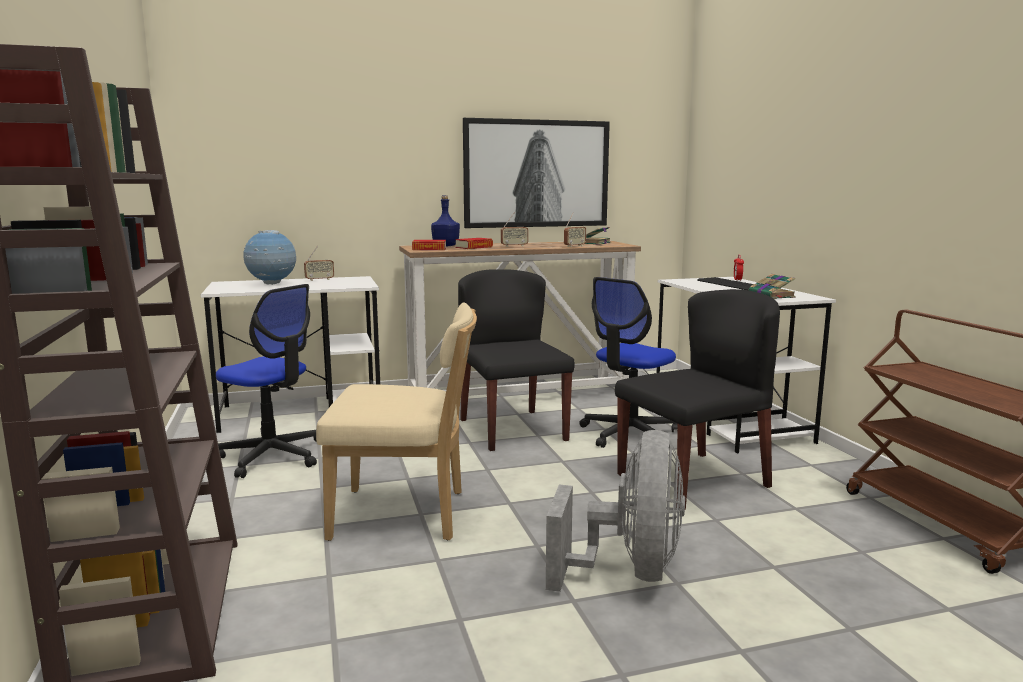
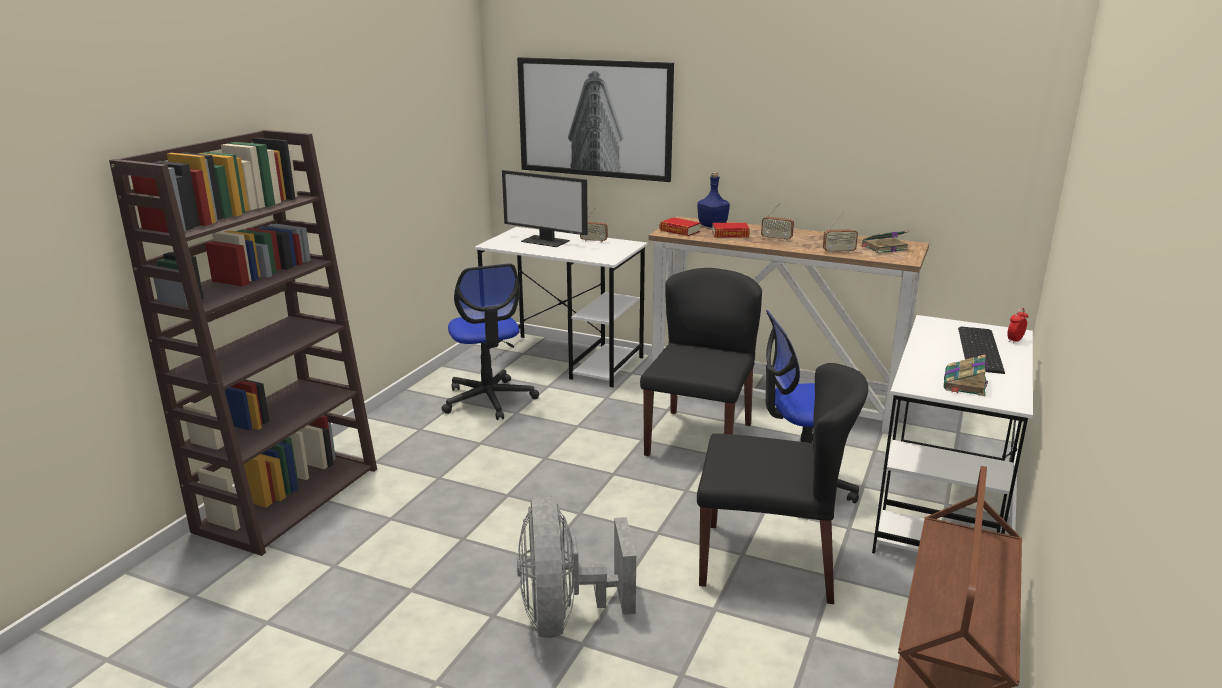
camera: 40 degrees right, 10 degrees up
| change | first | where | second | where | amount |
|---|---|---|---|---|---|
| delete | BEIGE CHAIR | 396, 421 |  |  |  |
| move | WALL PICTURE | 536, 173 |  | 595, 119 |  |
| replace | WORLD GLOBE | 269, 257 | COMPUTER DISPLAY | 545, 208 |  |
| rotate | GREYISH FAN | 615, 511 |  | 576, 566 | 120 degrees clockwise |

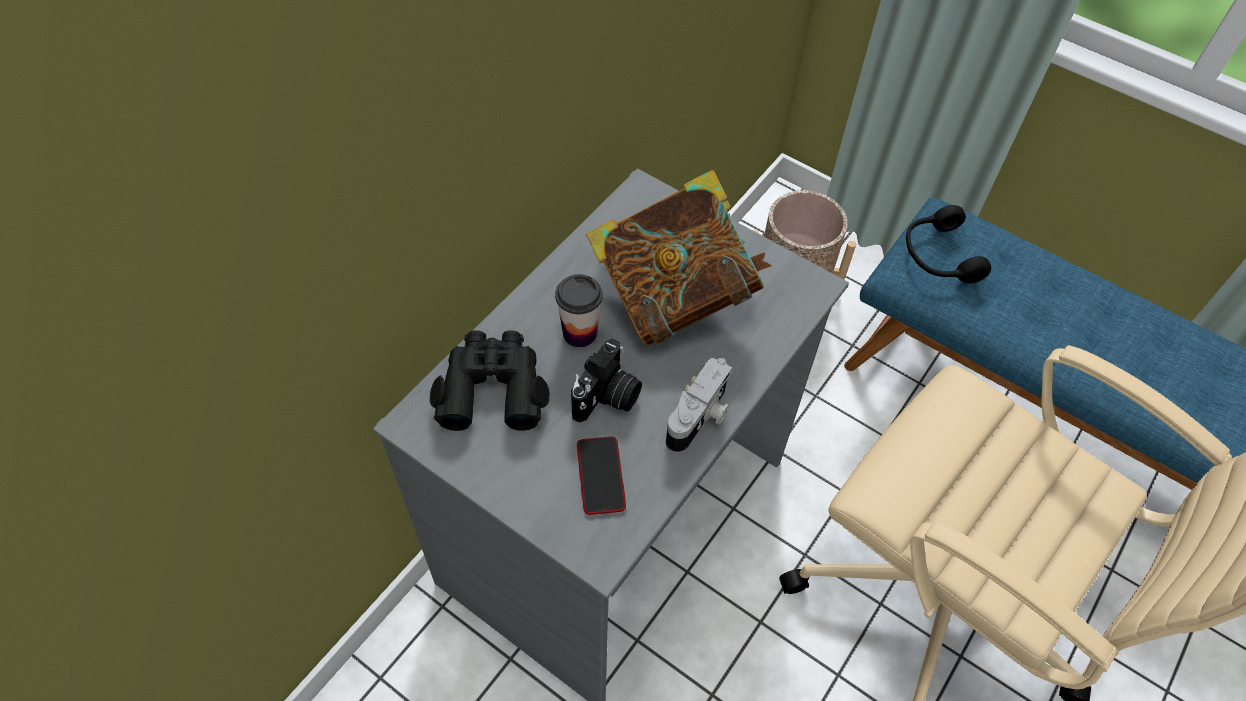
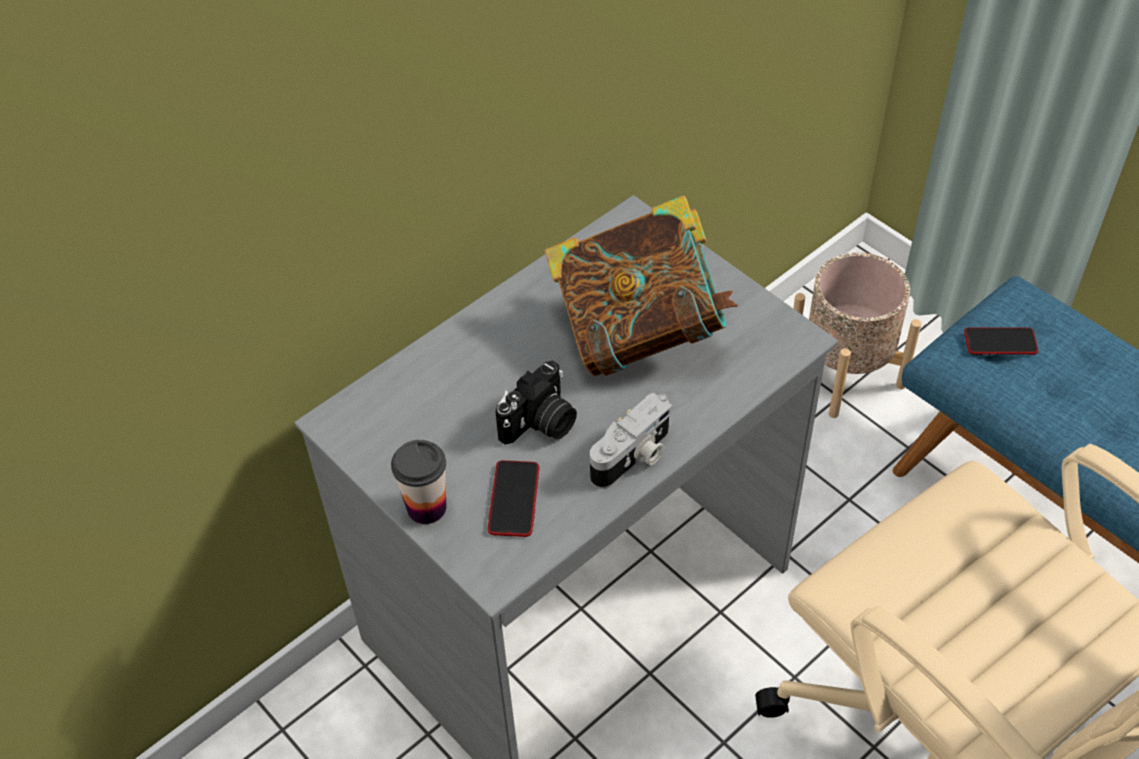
camera: 15 degrees right, 5 degrees down
| change | first | where | second | where | amount |
|---|---|---|---|---|---|
| delete | BLACKISH BINOCULARS | 490, 380 |  |  |  |
| move | DRINKING CUP | 579, 310 |  | 418, 482 |  |
| replace | BLACKISH PAIR OF HEADPHONES | 948, 244 | PHONE | 1001, 341 |  |

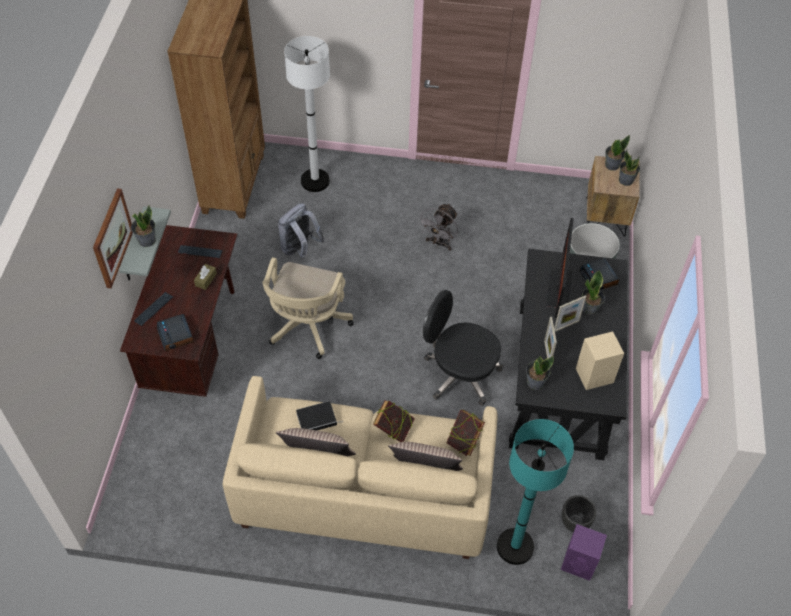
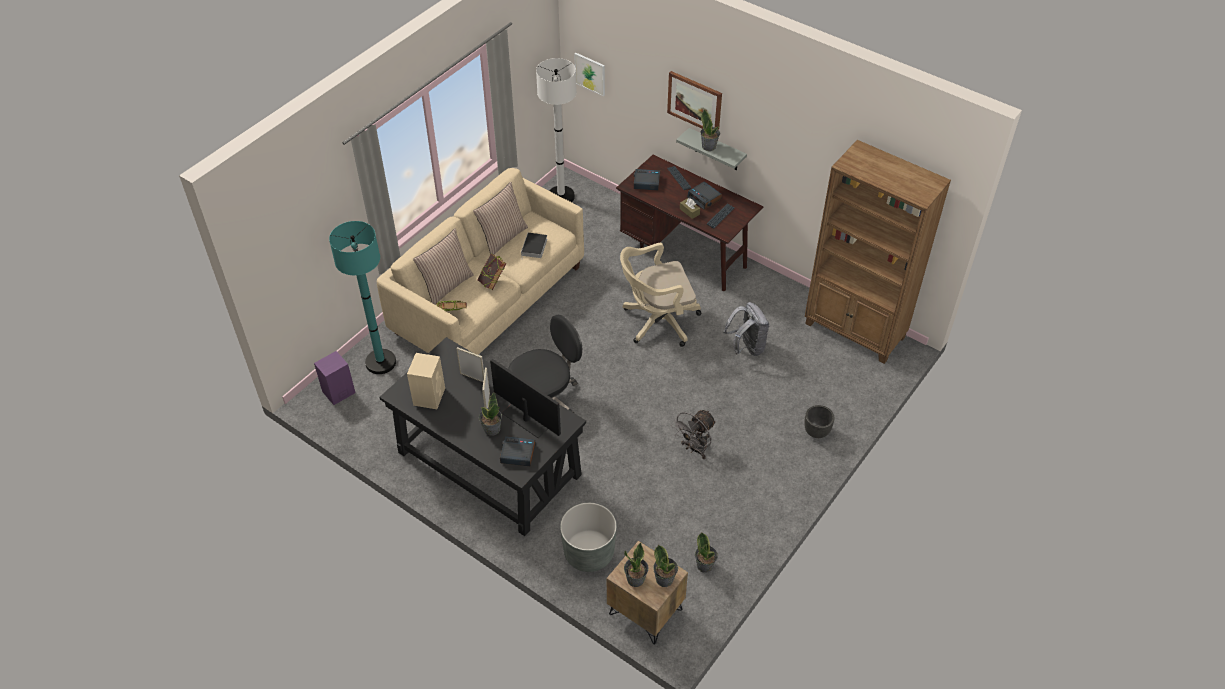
camera: 120 degrees right, 5 degrees down
| change | first | where | second | where | amount |
|---|---|---|---|---|---|
| insert |  |  | WALL PICTURE | 589, 74 |  |
| insert |  |  | BEDSIDE CLOCK | 704, 195 |  |
| move | WHITE FLOOR LAMP | 307, 114 |  | 556, 130 |  |
| move | POTTED PLANT | 540, 373 |  | 706, 552 |  |
| move | BLACKISH PLANT POT | 579, 513 |  | 819, 421 |  |
| rotate | BEIGE DESK CHAIR | 308, 308 |  | 660, 295 | 60 degrees counterclockwise |
| rotate | GREYISH FAN | 437, 227 |  | 693, 434 | 105 degrees counterclockwise |

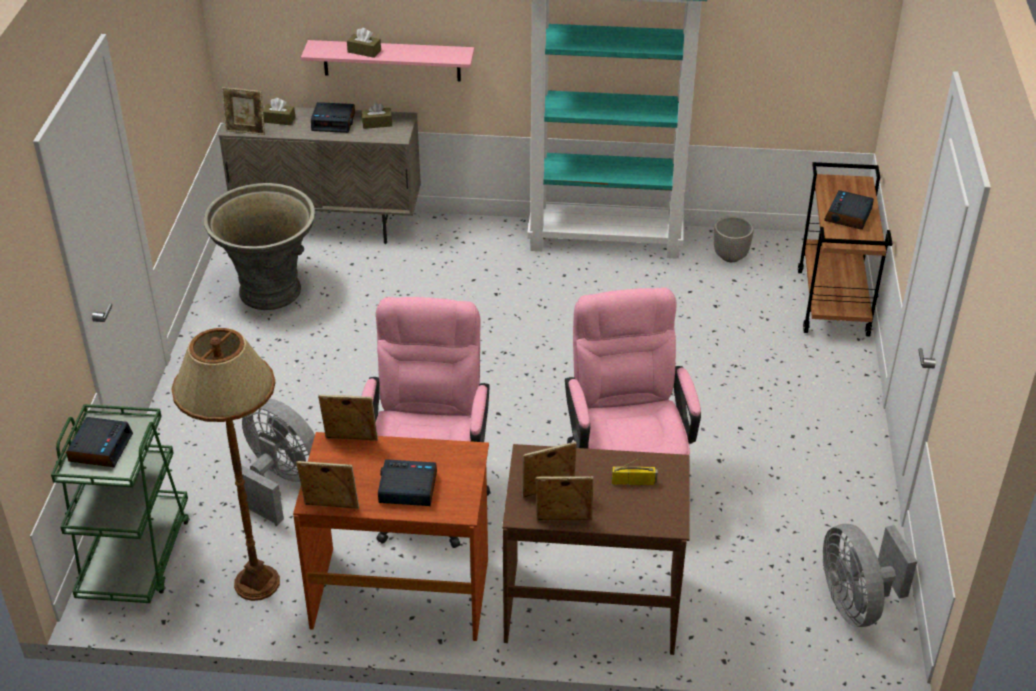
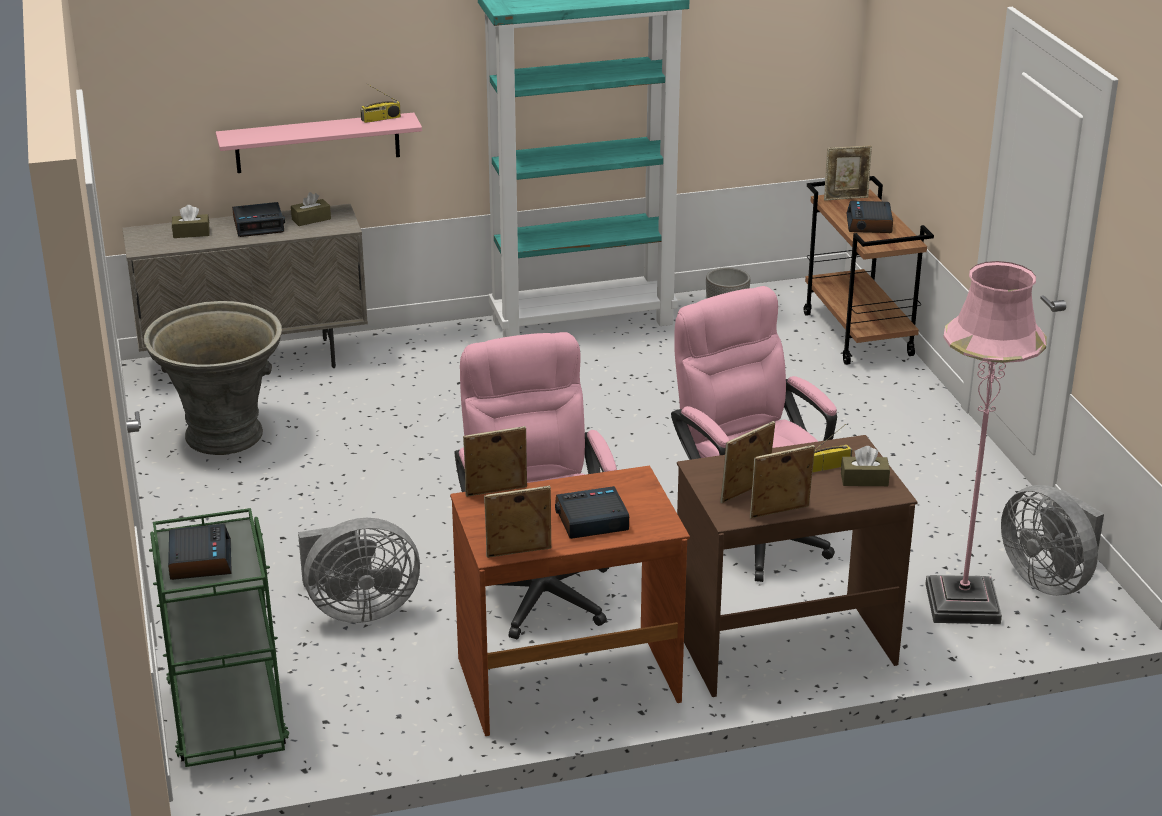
camera: 20 degrees left, 10 degrees down
| change | first | where | second | where | amount |
|---|---|---|---|---|---|
| delete | BROWNISH FLOOR LAMP | 225, 464 |  |  |  |
| insert |  |  | RADIO | 380, 103 |  |
| insert |  |  | PINK FLOOR LAMP | 986, 442 |  |
| move | STANDING FRAME | 243, 111 |  | 848, 173 |  |
| move | BROWNISH TISSUE BOX | 364, 43 |  | 865, 466 |  |
| rotate | GREYISH FAN | 278, 462 |  | 359, 570 | 150 degrees clockwise |

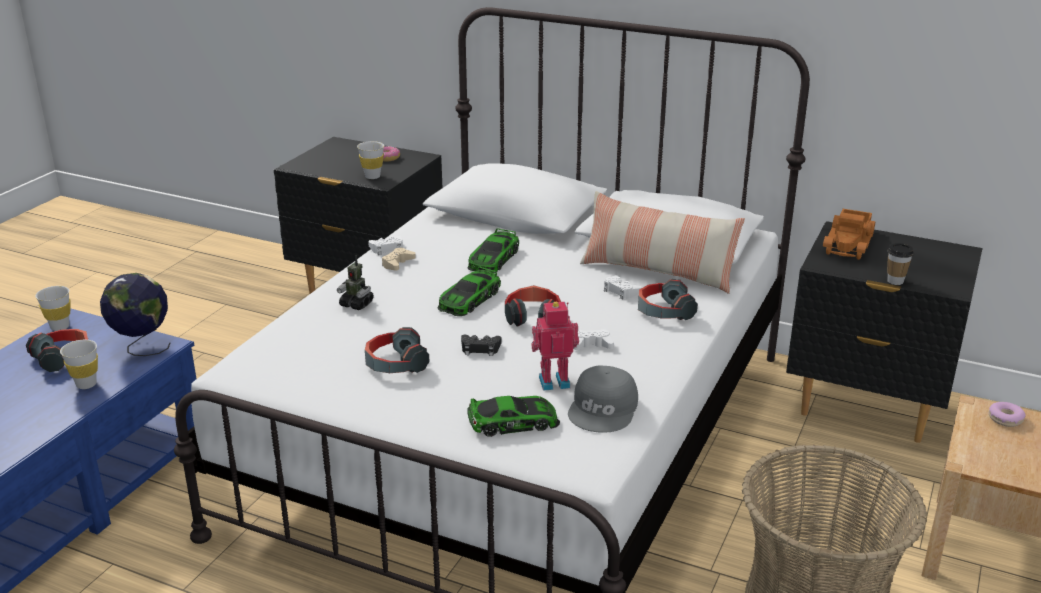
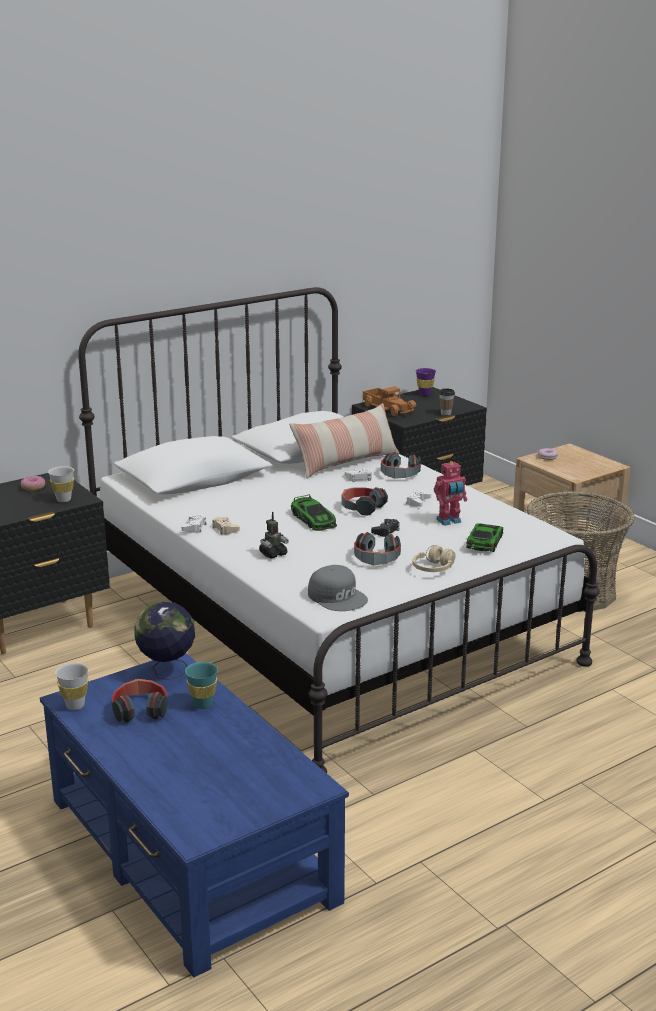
camera: 60 degrees left, 5 degrees down
| change | first | where | second | where | amount |
|---|---|---|---|---|---|
| delete | MINIATURE CAR | 493, 251 |  |  |  |
| insert |  |  | BEIGE PAIR OF HEADPHONES | 434, 558 |  |
| insert |  |  | PURPLISH DRINKING CUP | 426, 382 |  |
| move | GREYISH CAP | 603, 399 |  | 338, 588 |  |
| recolor | WHITE DRINKING CUP | 79, 364 | TURQUOISE-COLOURED DRINKING CUP | 201, 685 |  |
| rotate | TOY ROBOT | 555, 346 |  | 450, 493 | 135 degrees counterclockwise |

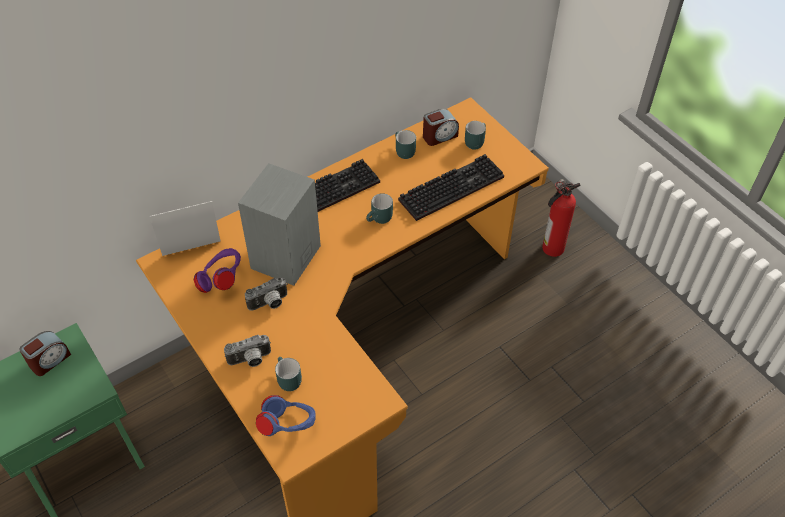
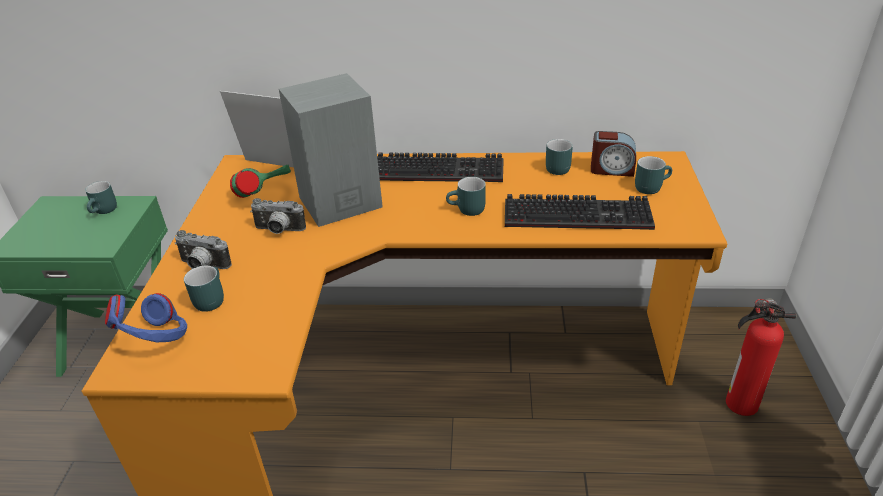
camera: 40 degrees right, 15 degrees down
| change | first | where | second | where | amount |
|---|---|---|---|---|---|
| replace | BEDSIDE CLOCK | 45, 353 | TURQUOISE-COLOURED TEA MUG | 101, 197 |  |
| recolor | PURPLISH PAIR OF HEADPHONES | 217, 270 | GREENISH PAIR OF HEADPHONES | 260, 181 |  |

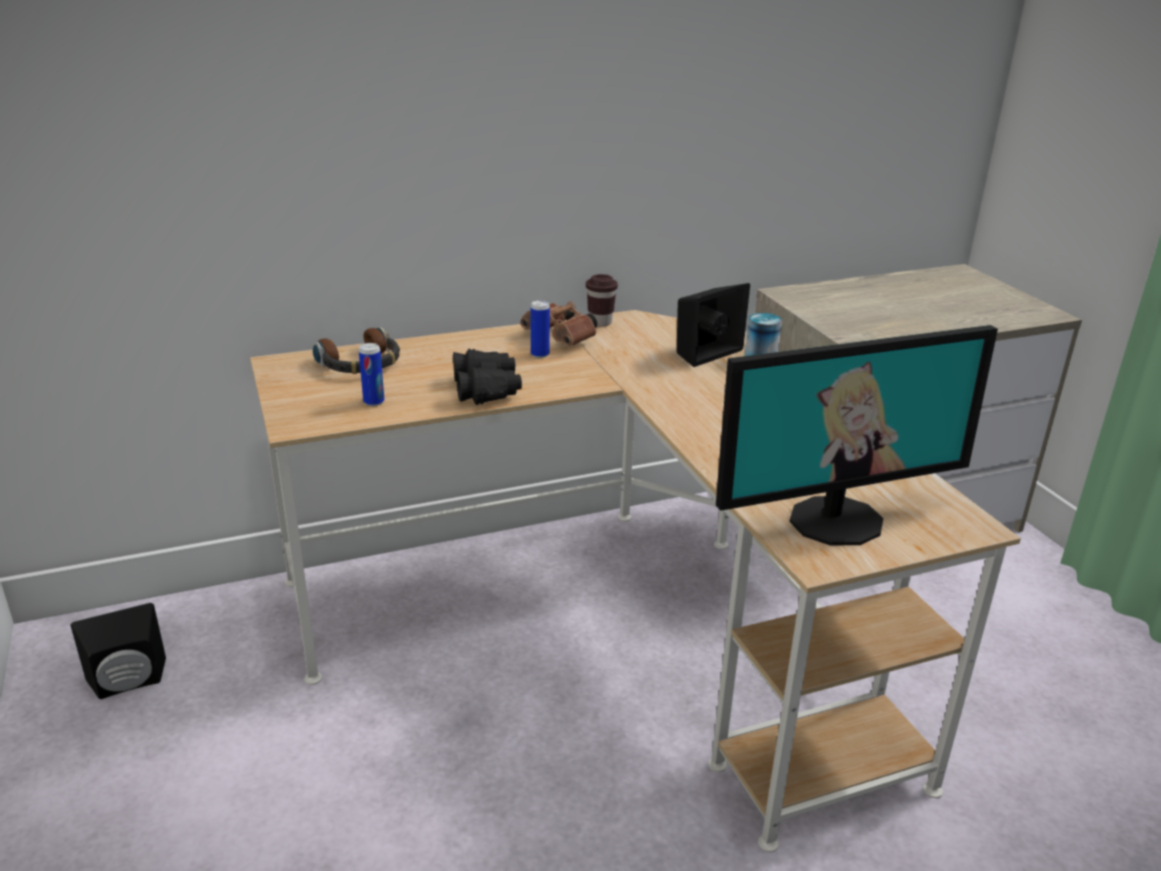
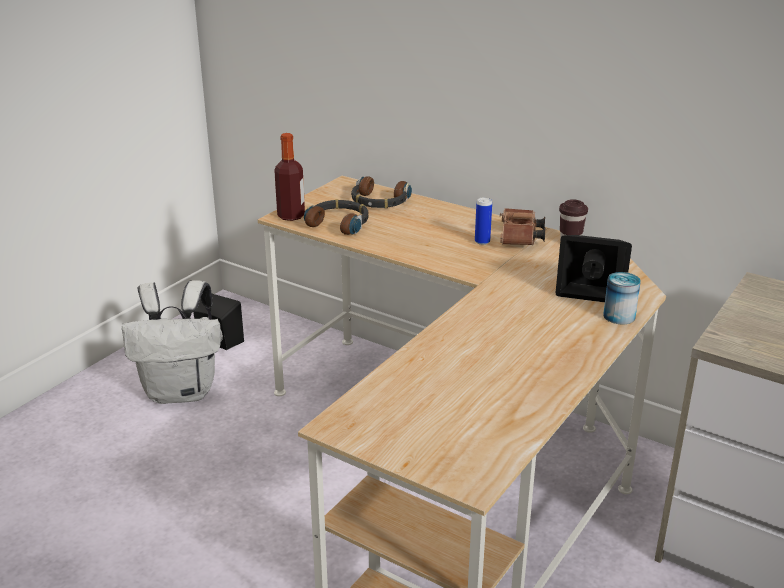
camera: 55 degrees right, 0 degrees up
| change | first | where | second | where | amount |
|---|---|---|---|---|---|
| delete | BLACKISH BINOCULARS | 487, 377 |  |  |  |
| delete | COMPUTER DISPLAY | 857, 435 |  |  |  |
| insert |  |  | WHITE RUCKSACK | 171, 342 |  |
| insert |  |  | DRINK BOTTLE | 289, 177 |  |
| replace | CAN | 371, 374 | PAIR OF HEADPHONES | 336, 217 |  |

